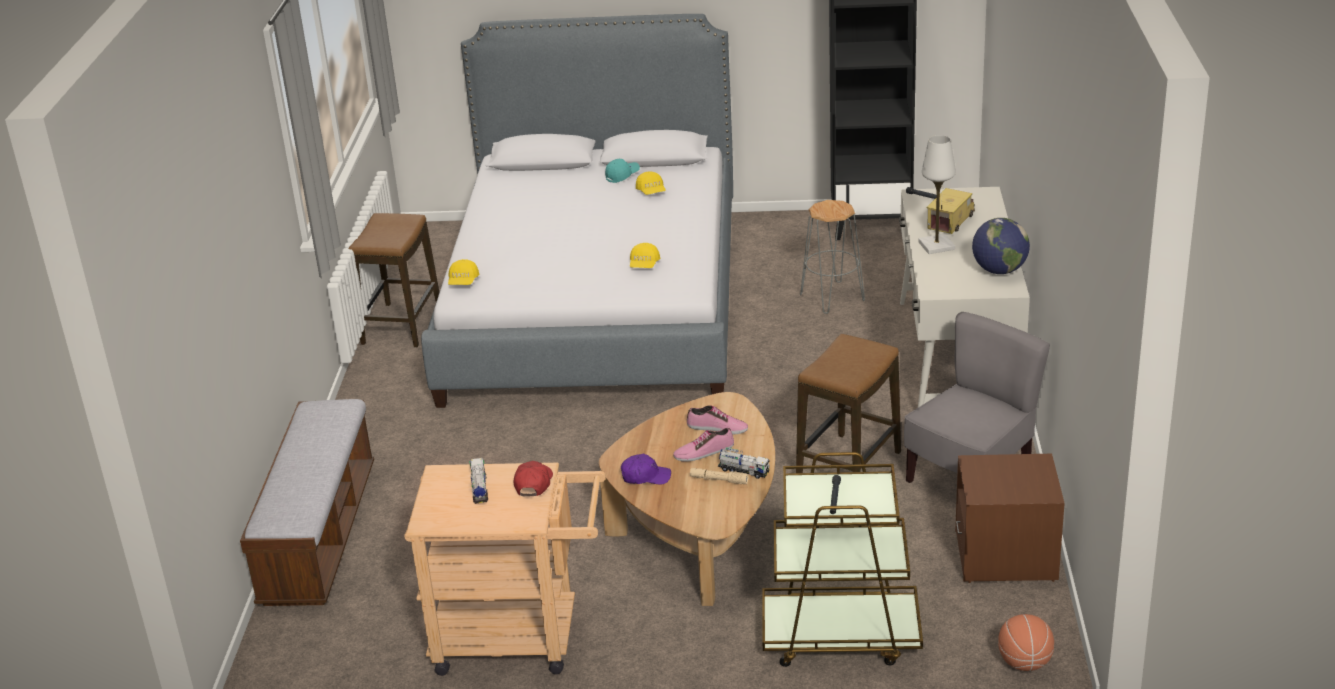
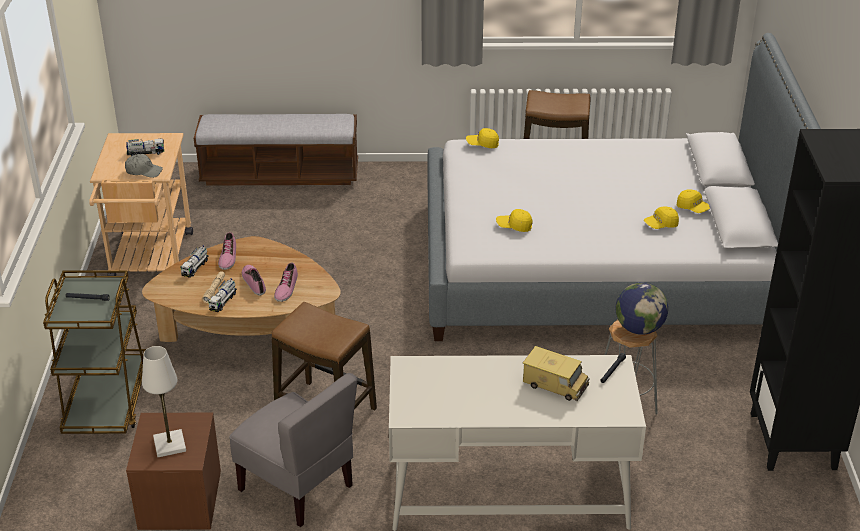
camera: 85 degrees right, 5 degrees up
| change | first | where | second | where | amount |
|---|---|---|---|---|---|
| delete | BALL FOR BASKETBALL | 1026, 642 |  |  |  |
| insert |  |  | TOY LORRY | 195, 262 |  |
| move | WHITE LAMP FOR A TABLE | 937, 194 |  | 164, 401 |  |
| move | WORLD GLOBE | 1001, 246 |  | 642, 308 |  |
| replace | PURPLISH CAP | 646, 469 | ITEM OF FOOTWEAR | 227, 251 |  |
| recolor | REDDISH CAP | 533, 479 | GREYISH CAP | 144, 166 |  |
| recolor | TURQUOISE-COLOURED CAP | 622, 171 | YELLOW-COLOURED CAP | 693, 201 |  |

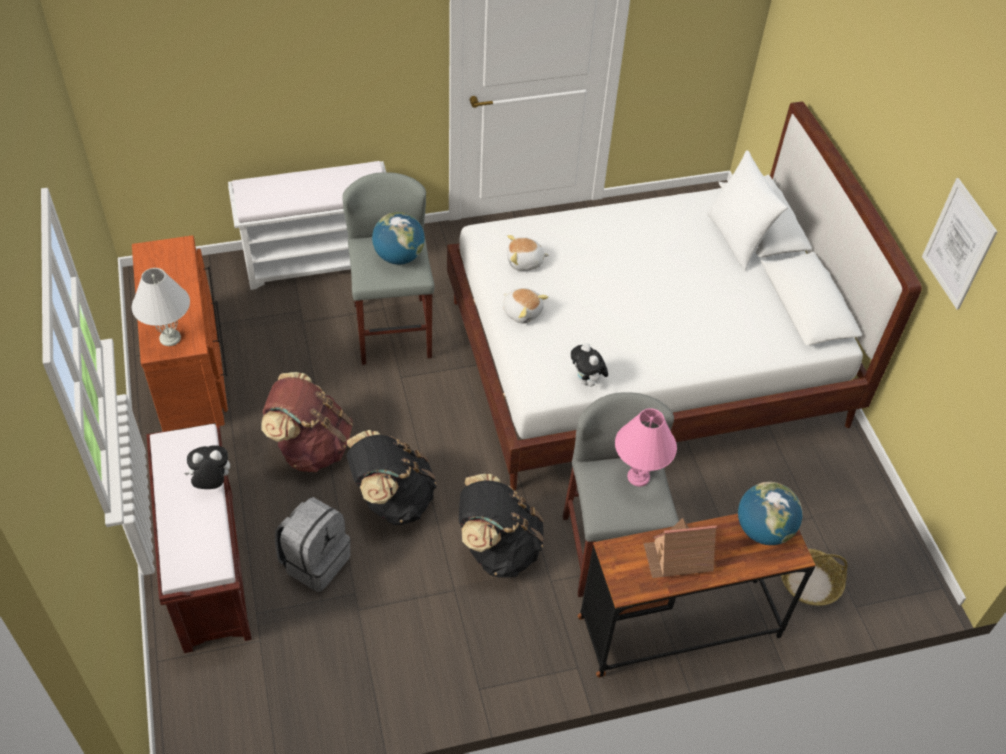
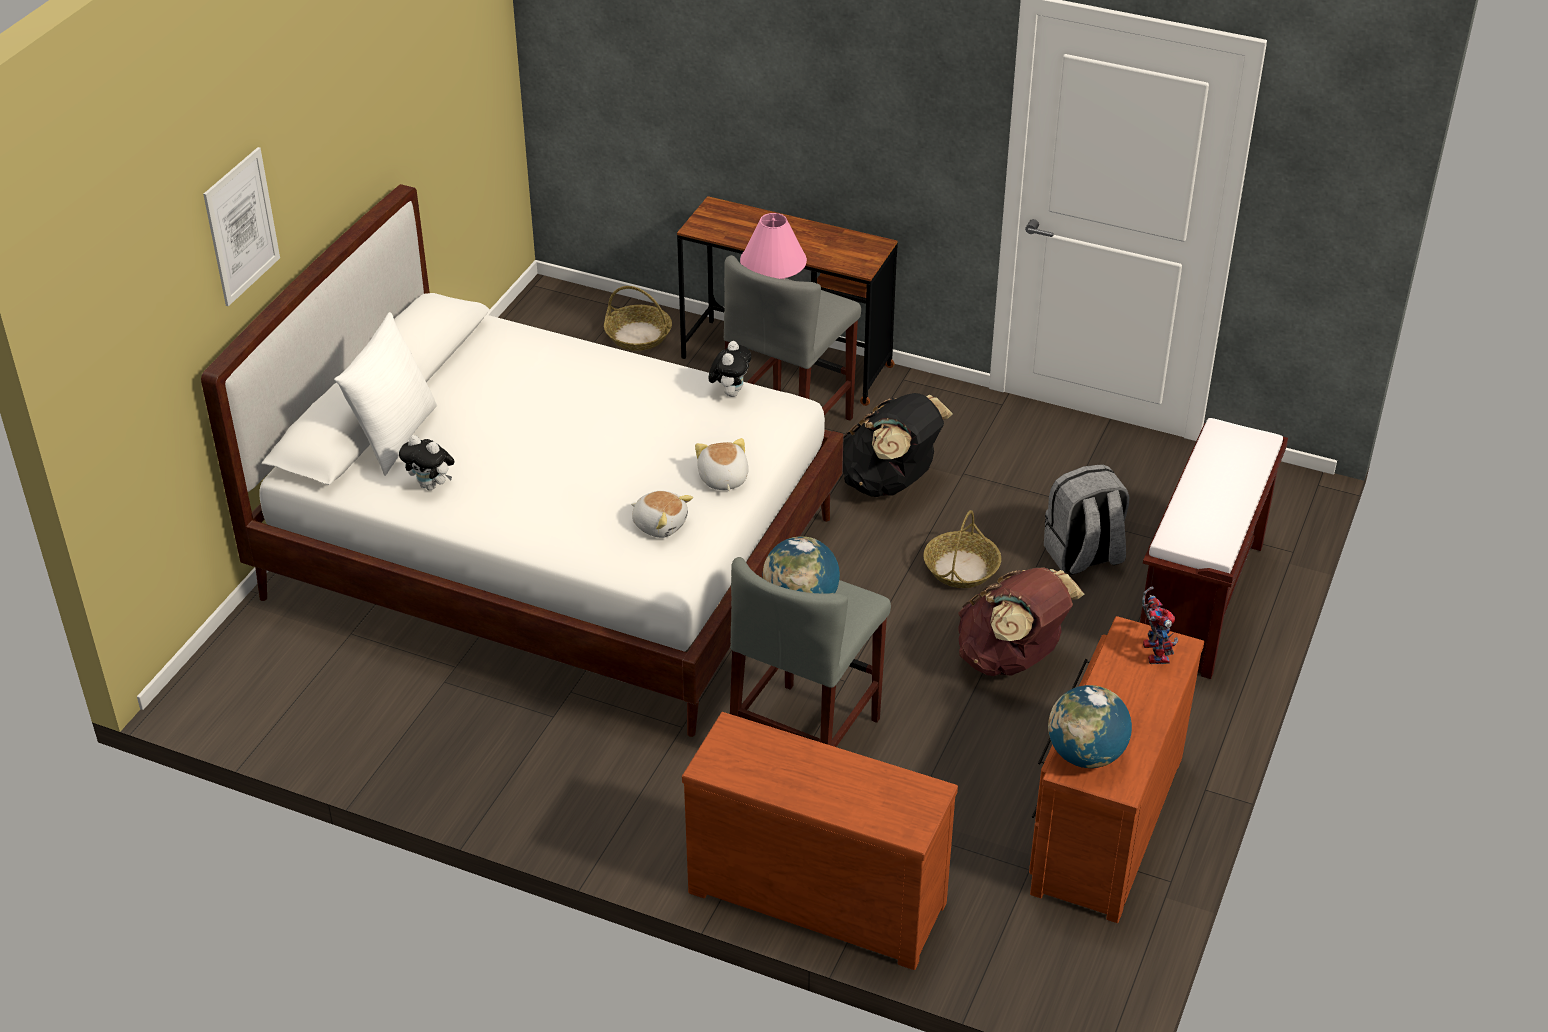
camera: 140 degrees left, 10 degrees down
| change | first | where | second | where | amount |
|---|---|---|---|---|---|
| delete | MINIATURE HOUSE | 680, 548 |  |  |  |
| move | CUDDLY TOY | 207, 467 |  | 427, 462 |  |
| move | WORLD GLOBE | 770, 513 |  | 1090, 726 |  |
| move | WALL PICTURE | 960, 244 |  | 241, 226 |  |
| replace | WHITE LAMP FOR A TABLE | 161, 307 | TOY ROBOT | 1160, 625 |  |
| replace | WHITE BENCH | 307, 225 | BROWNISH DRAWER CHEST | 820, 841 |  |
| replace | BLACKISH RUCKSACK | 391, 477 | BASKET | 962, 549 |  |

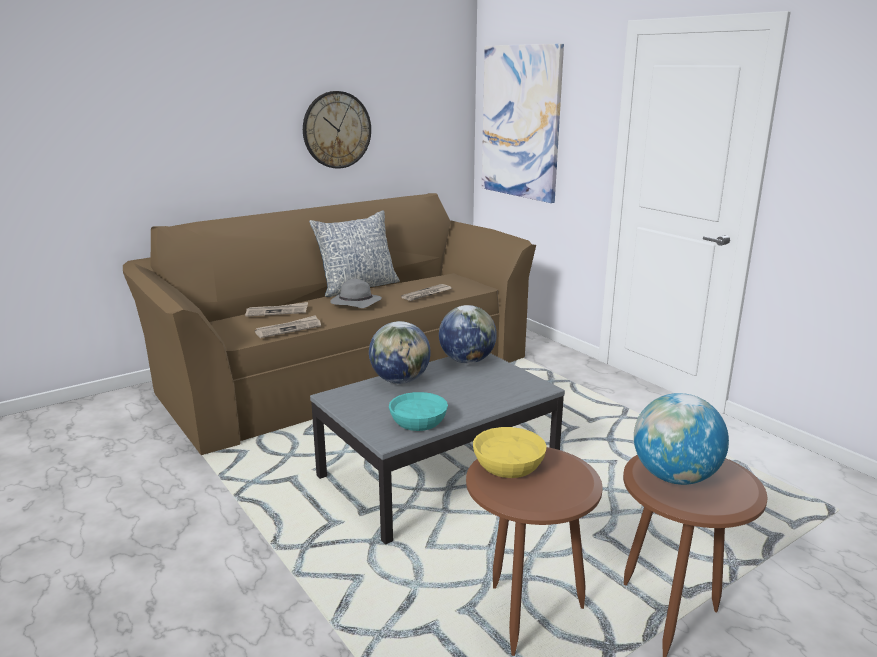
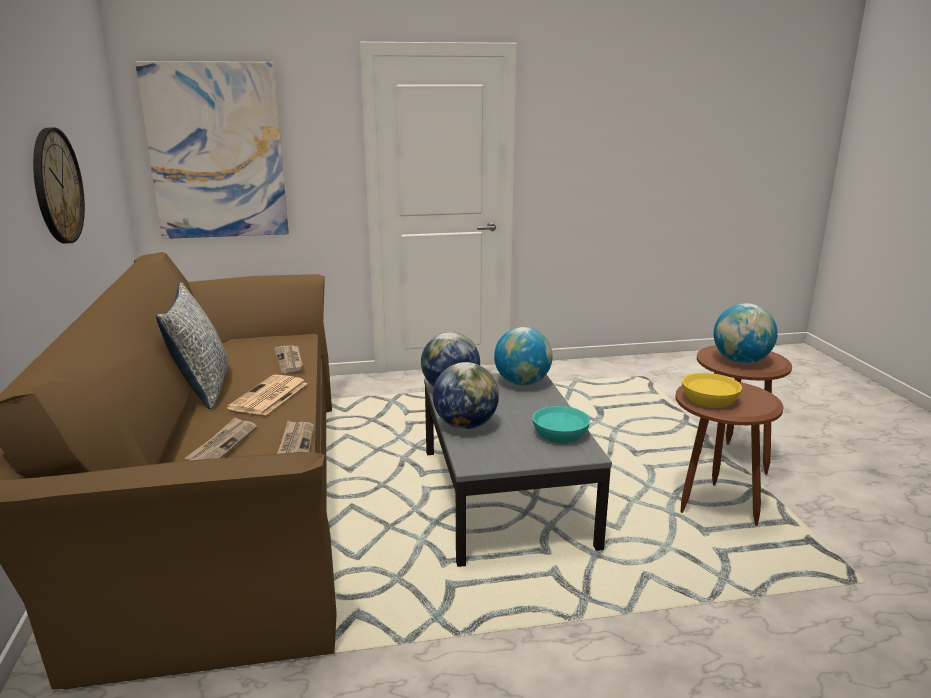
camera: 65 degrees left, 0 degrees up
| change | first | where | second | where | amount |
|---|---|---|---|---|---|
| insert |  |  | WORLD GLOBE | 523, 356 |  |
| replace | GREYISH WEARABLE HAT | 356, 293 | NEWSPAPER | 267, 395 |  |

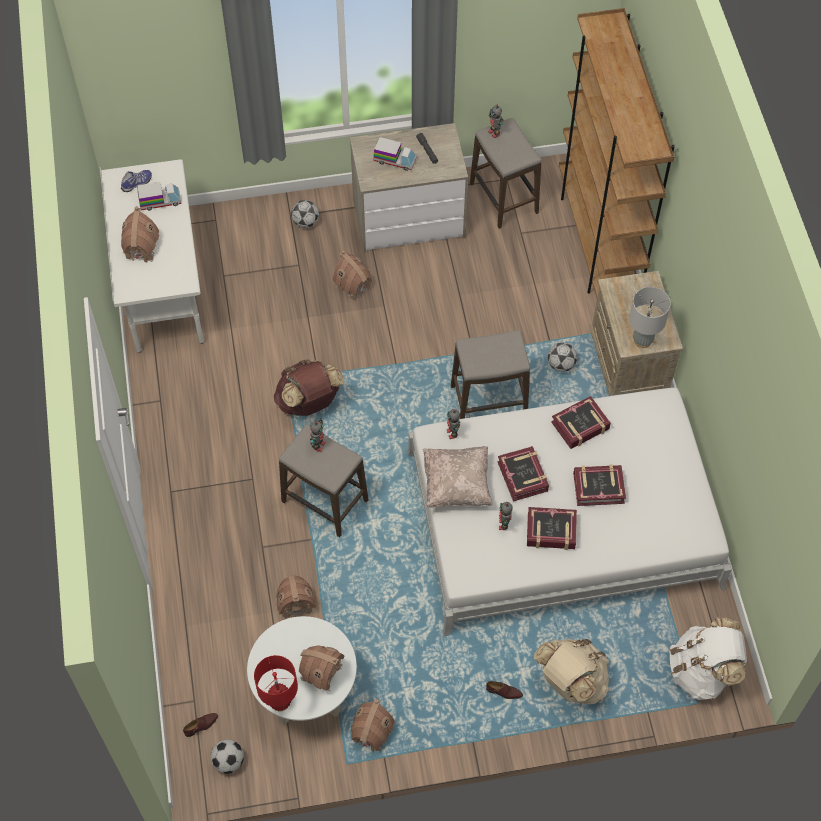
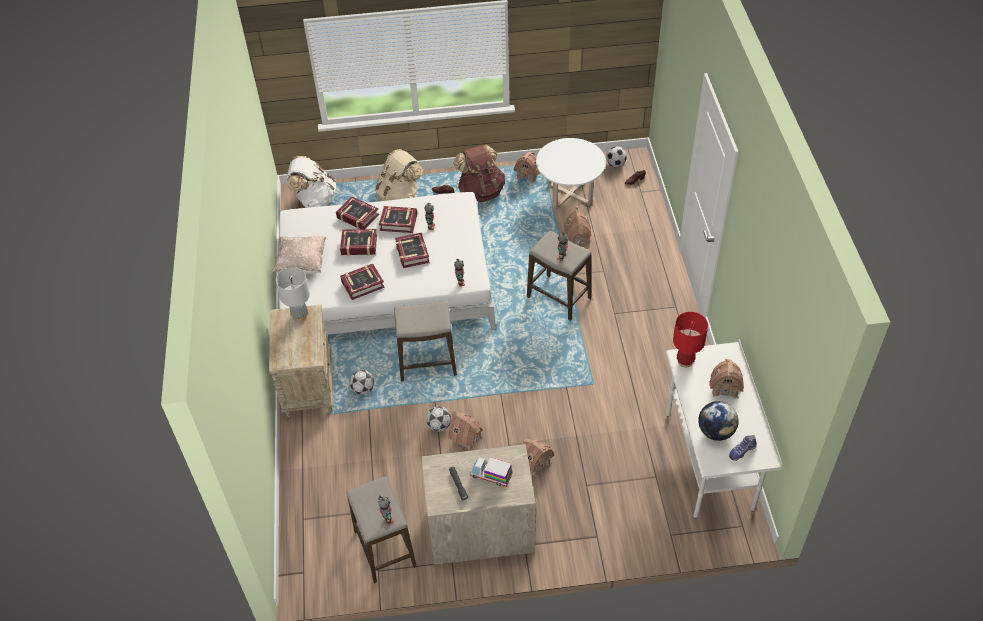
camera: 175 degrees left, 10 degrees down
| change | first | where | second | where | amount |
|---|---|---|---|---|---|
| delete | BROWNISH BOOKCASE | 617, 152 |  |  |  |
| insert |  |  | VOLUME | 357, 213 |  |
| move | REDDISH LAMP FOR A TABLE | 276, 683 |  | 690, 340 |  |
| move | BROWNISH RUCKSACK | 309, 387 |  | 479, 173 |  |
| move | FOOTBALL | 305, 214 |  | 438, 419 |  |
| move | MINIATURE HOUSE | 321, 668 |  | 465, 429 |  |
| move | BEIGE CUSHION | 457, 477 |  | 299, 255 |  |
| replace | TOY LORRY | 159, 196 | WORLD GLOBE | 718, 421 |  |

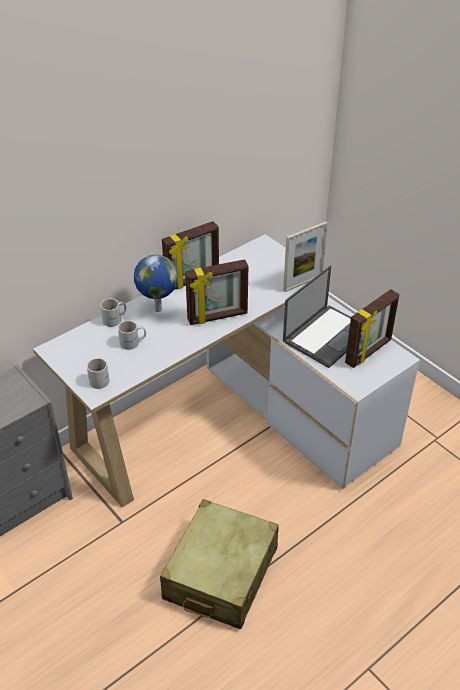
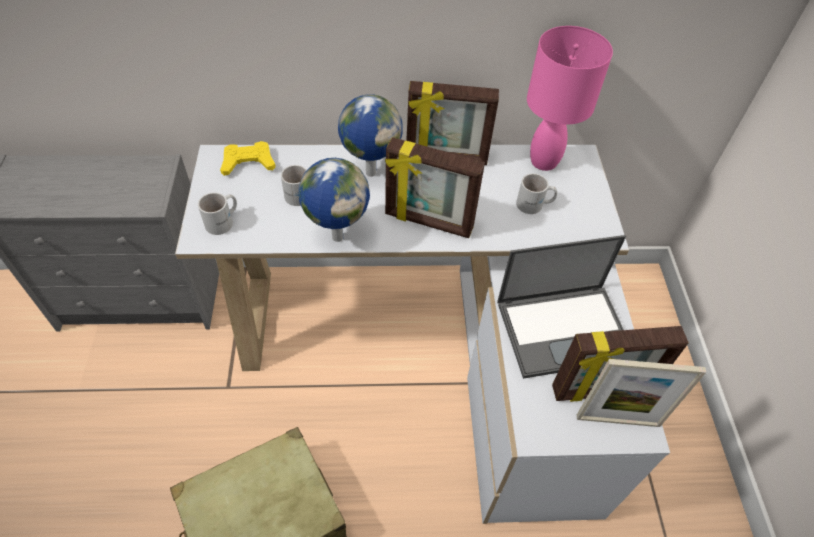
camera: 35 degrees right, 10 degrees up
| change | first | where | second | where | amount |
|---|---|---|---|---|---|
| insert |  |  | YELLOW-COLOURED GAMEPAD | 248, 158 |  |
| insert |  |  | WORLD GLOBE | 334, 200 |  |
| insert |  |  | PINK LAMP FOR A TABLE | 570, 98 |  |
| move | WHITE TEA MUG | 113, 313 |  | 536, 193 |  |
| move | STANDING FRAME | 305, 256 |  | 641, 393 |  |

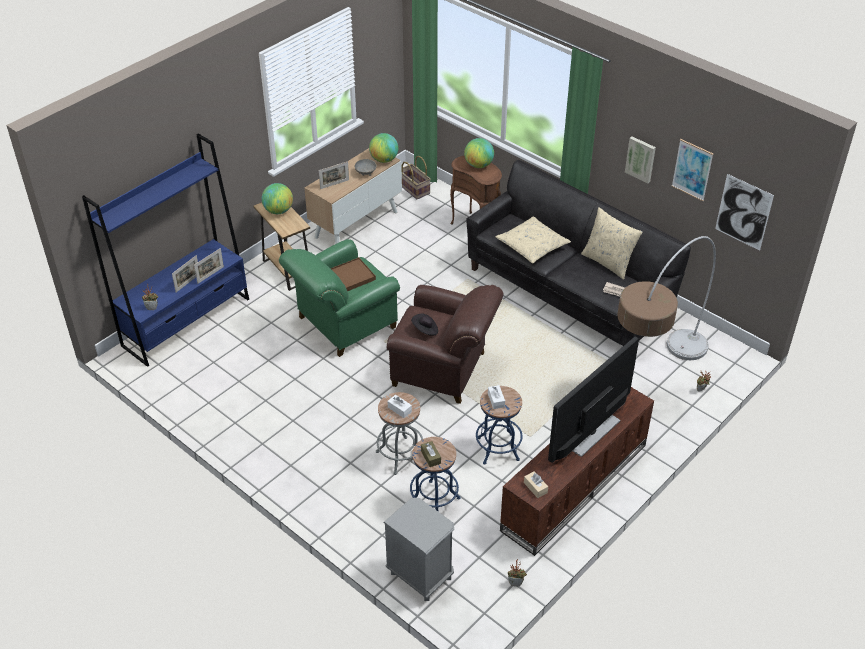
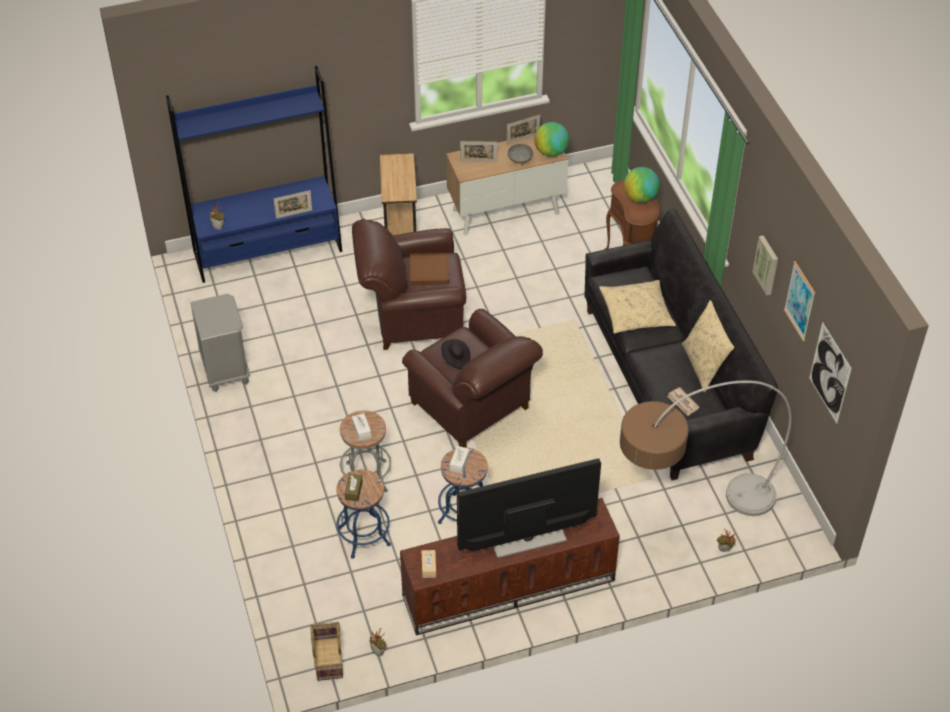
camera: 30 degrees right, 5 degrees up
| change | first | where | second | where | amount |
|---|---|---|---|---|---|
| delete | WORLD GLOBE | 277, 198 |  |  |  |
| move | STANDING FRAME | 185, 273 |  | 523, 130 |  |
| move | GREYISH NIGHTSTAND | 418, 549 |  | 220, 343 |  |
| move | BASKET | 416, 177 |  | 327, 651 |  |
| recolor | GREENISH EASY CHAIR | 339, 298 | BROWNISH EASY CHAIR | 409, 284 |  |

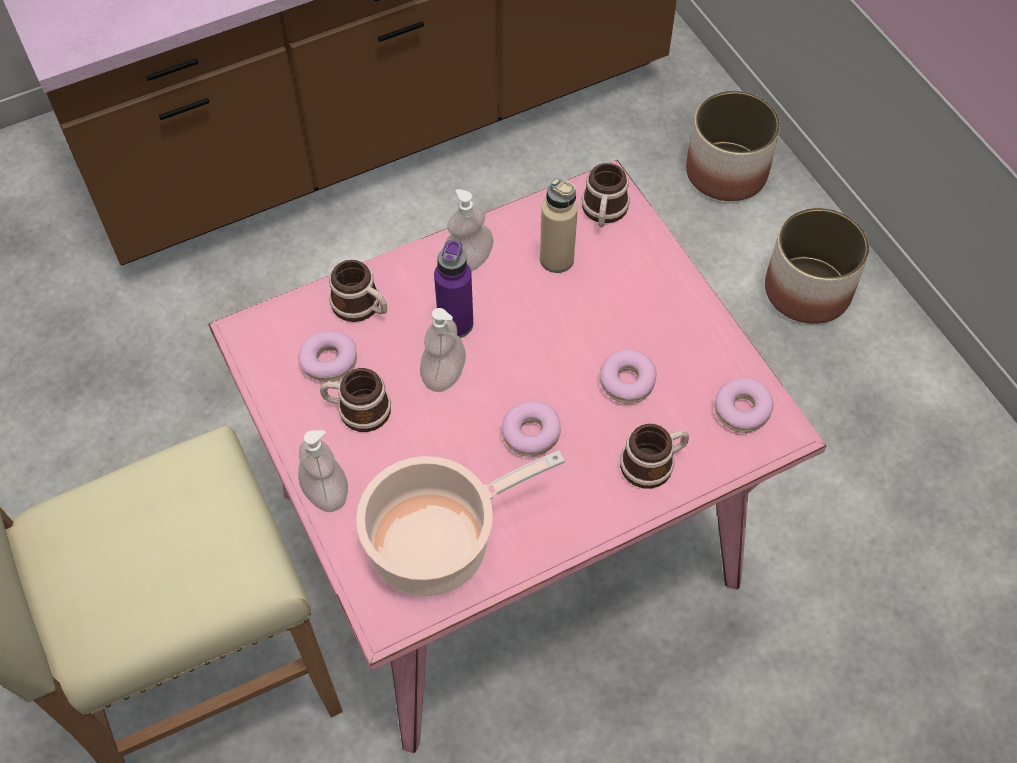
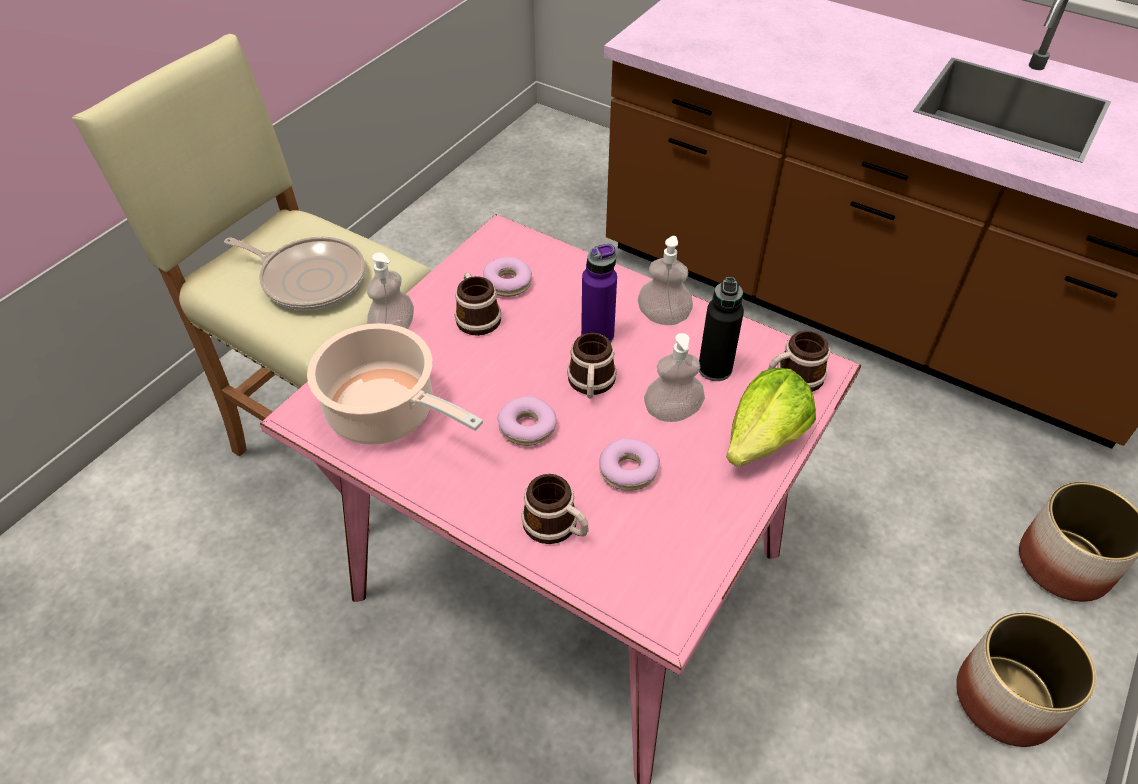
camera: 60 degrees right, 10 degrees down
| change | first | where | second | where | amount |
|---|---|---|---|---|---|
| delete | RING DOUGHNUT | 744, 405 |  |  |  |
| insert |  |  | PAN | 294, 273 |  |
| insert |  |  | HEAD OF LETTUCE | 771, 417 |  |
| move | TEA MUG | 358, 291 |  | 592, 365 |  |
| move | SOAP DISPENSER | 443, 350 |  | 674, 377 |  |
| recolor | BEIGE DRINK BOTTLE | 559, 225 | BLACKISH DRINK BOTTLE | 721, 329 |  |

